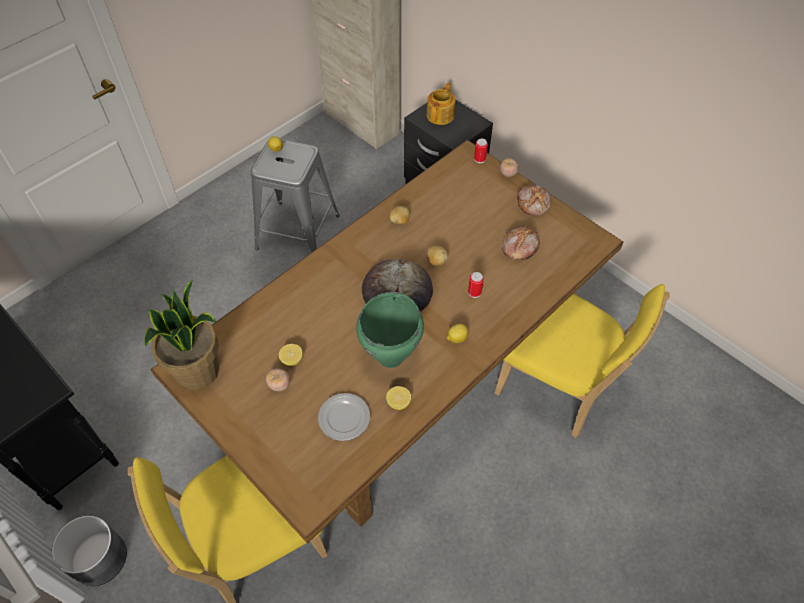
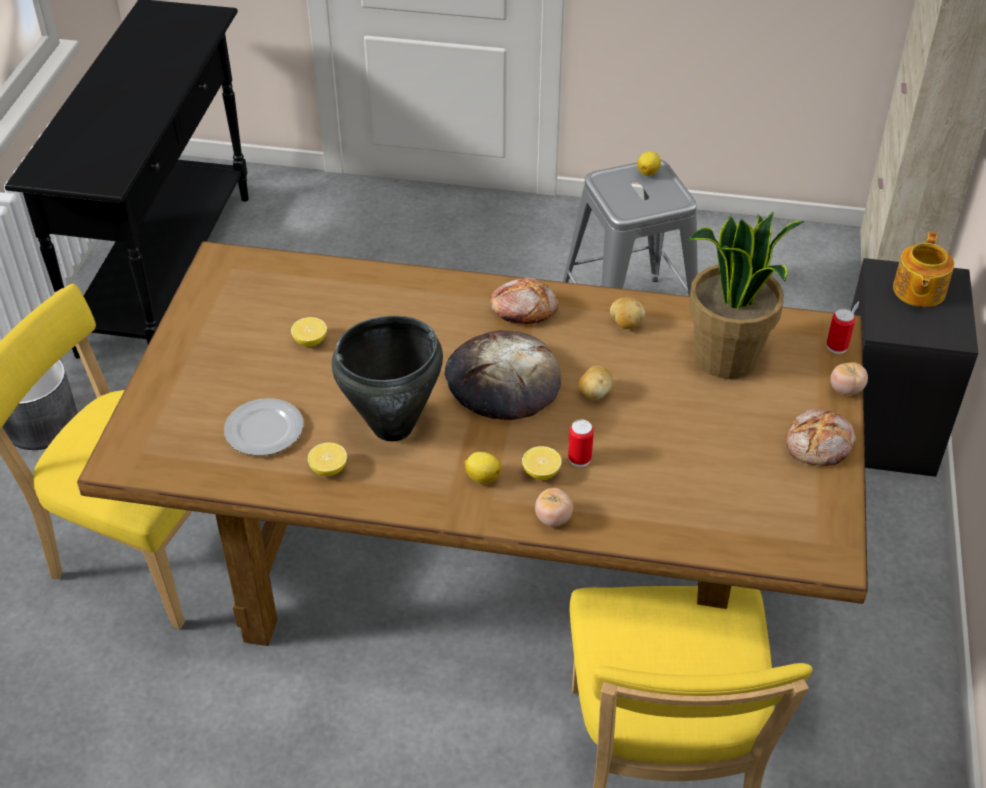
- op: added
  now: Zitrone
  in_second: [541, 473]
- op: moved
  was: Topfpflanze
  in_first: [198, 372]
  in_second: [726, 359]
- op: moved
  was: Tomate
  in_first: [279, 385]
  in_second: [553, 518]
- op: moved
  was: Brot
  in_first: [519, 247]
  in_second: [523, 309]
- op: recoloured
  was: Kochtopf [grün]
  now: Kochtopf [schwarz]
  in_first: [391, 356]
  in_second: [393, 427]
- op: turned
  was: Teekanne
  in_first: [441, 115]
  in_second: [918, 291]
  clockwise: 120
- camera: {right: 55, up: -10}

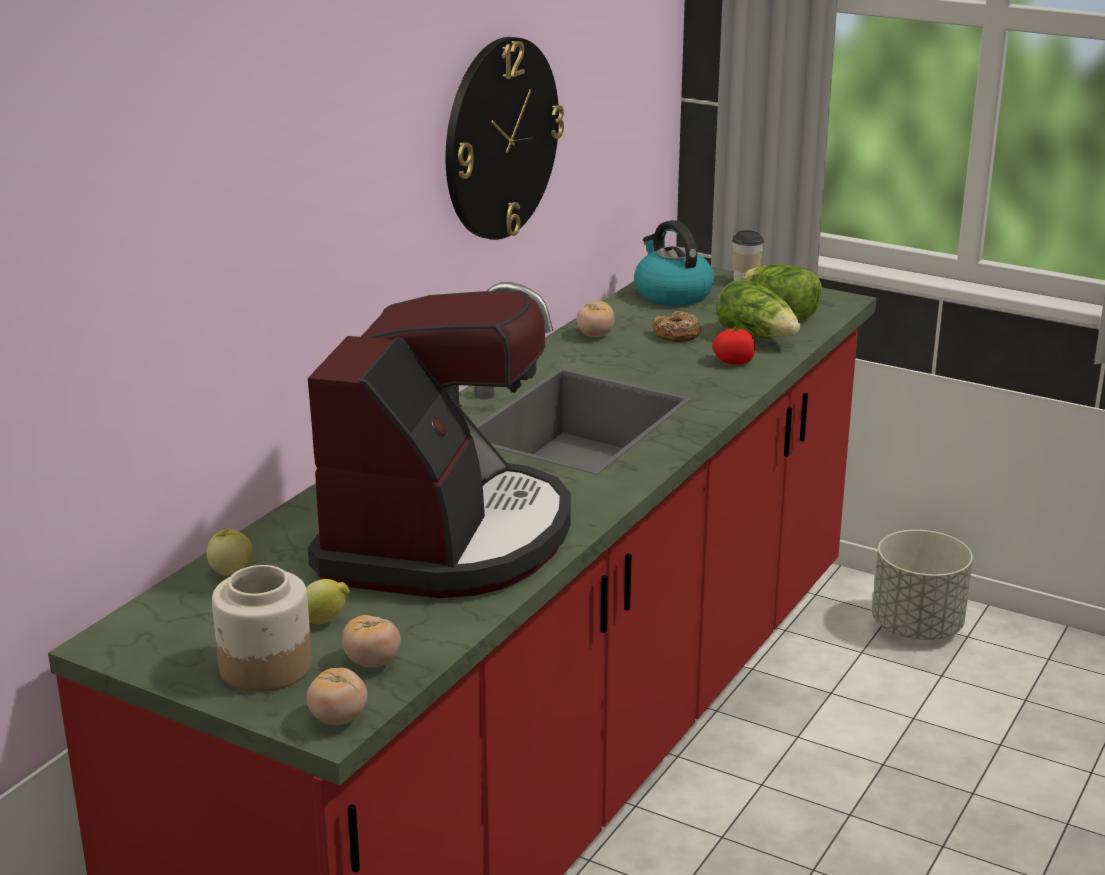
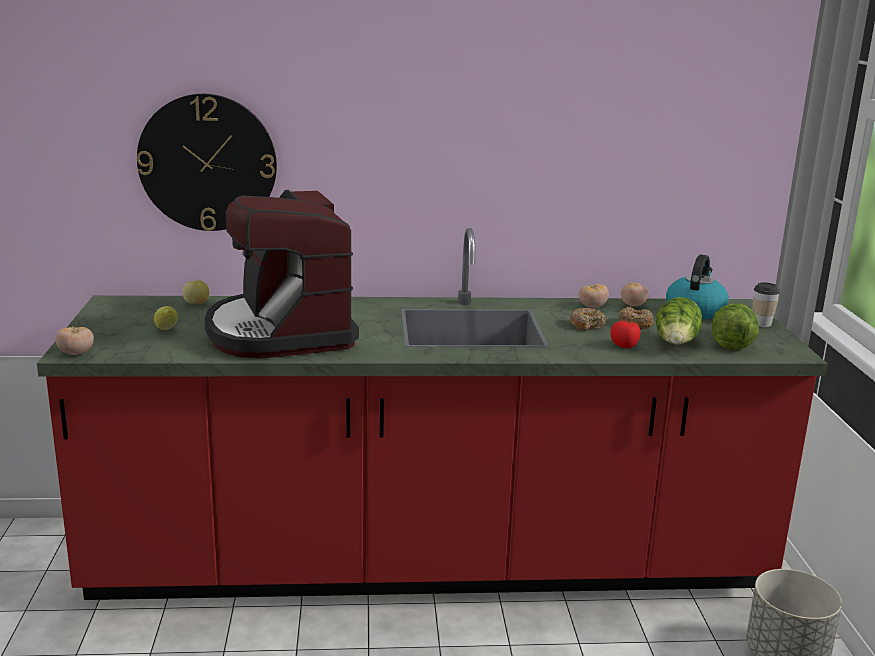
- op: removed
  was: Vorratsglas
  in_first: [265, 667]
- op: added
  now: Donut
  in_second: [587, 325]
- op: moved
  was: Tomate
  in_first: [372, 662]
  in_second: [633, 305]
- op: moved
  was: Wanduhr
  in_first: [500, 139]
  in_second: [207, 163]
- op: turned
  was: Kaffeemaschine
  in_first: [445, 538]
  in_second: [281, 332]
  clockwise: 90
- camera: {right: 55, up: -5}

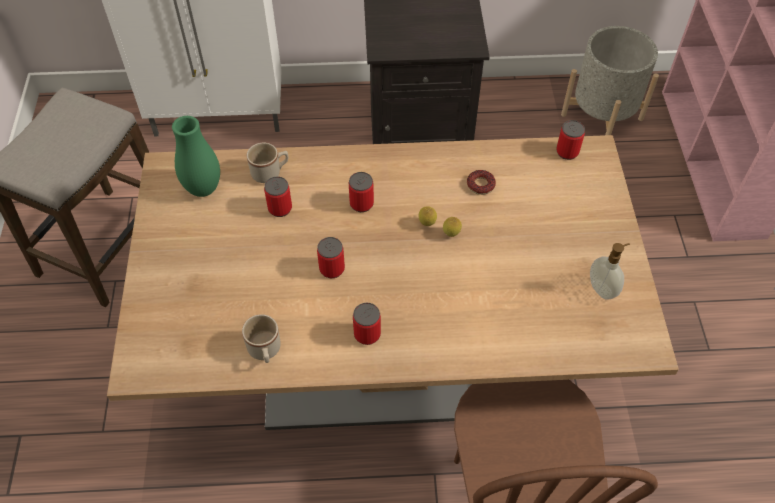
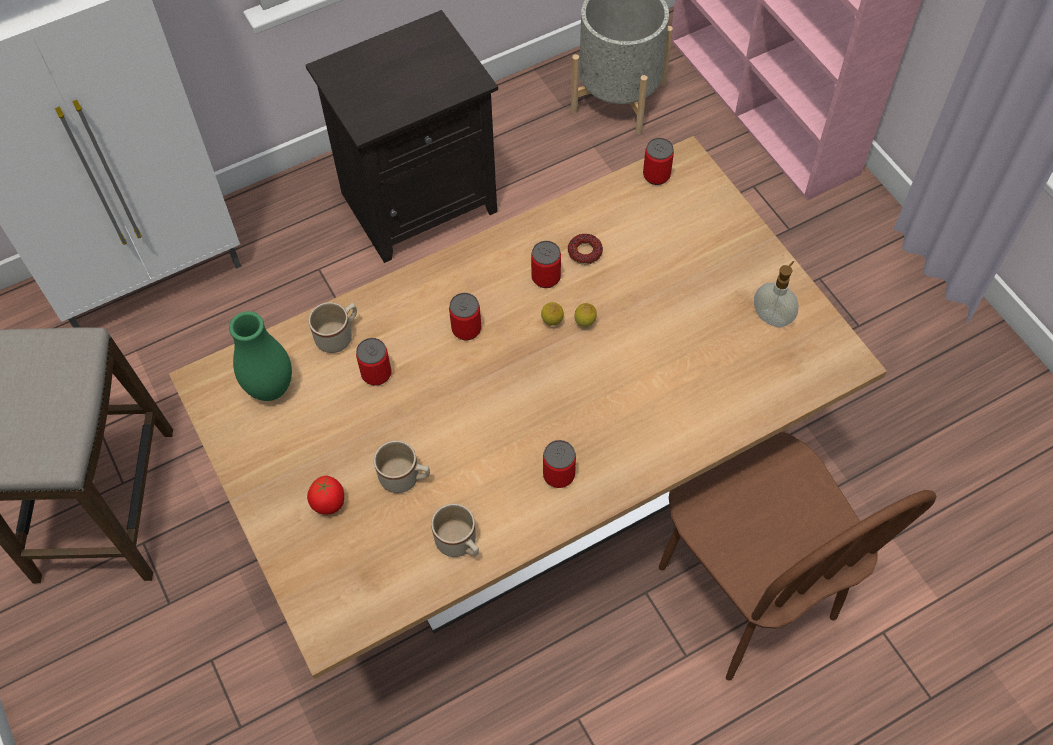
- op: added
  now: Tomate
  in_second: [329, 504]
- op: added
  now: Henkelbecher [beige]
  in_second: [405, 478]
- op: moved
  was: Dose
  in_first: [332, 269]
  in_second: [546, 277]
- camera: {right: -25, up: 5}

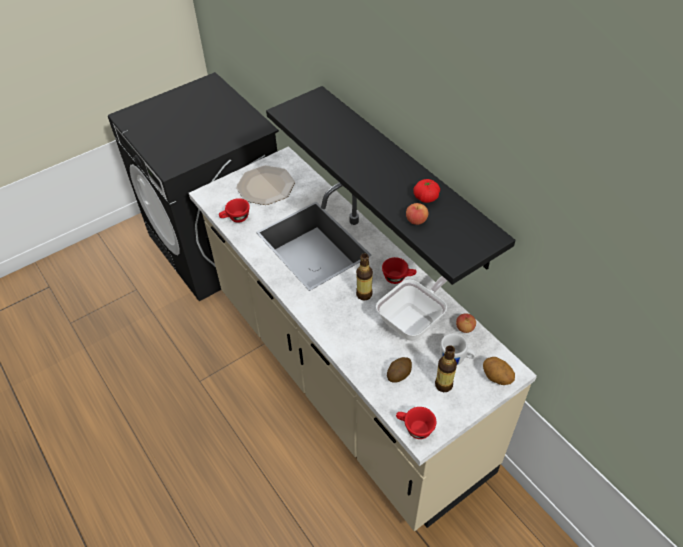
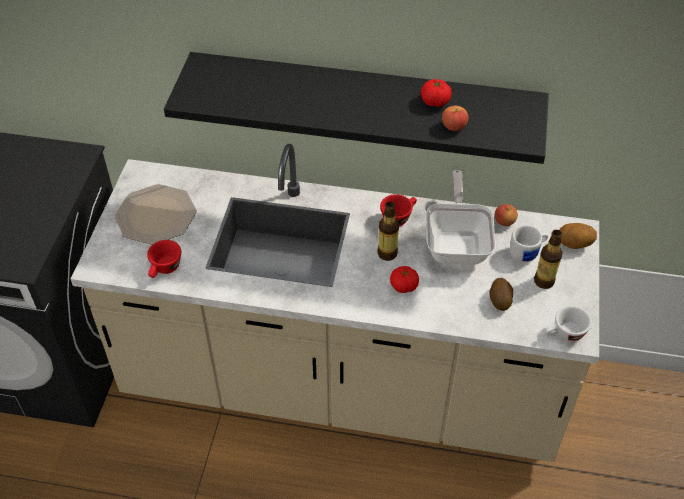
- op: added
  now: Tomate
  in_second: [404, 286]
- op: recoloured
  was: Tasse [rot]
  now: Tasse [weiß]
  in_first: [414, 428]
  in_second: [564, 334]
- camera: {right: -45, up: 0}

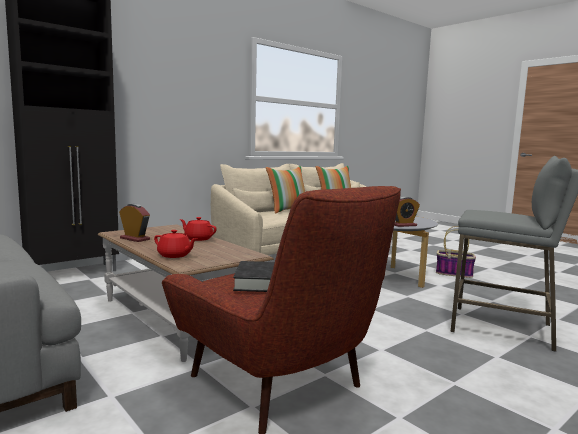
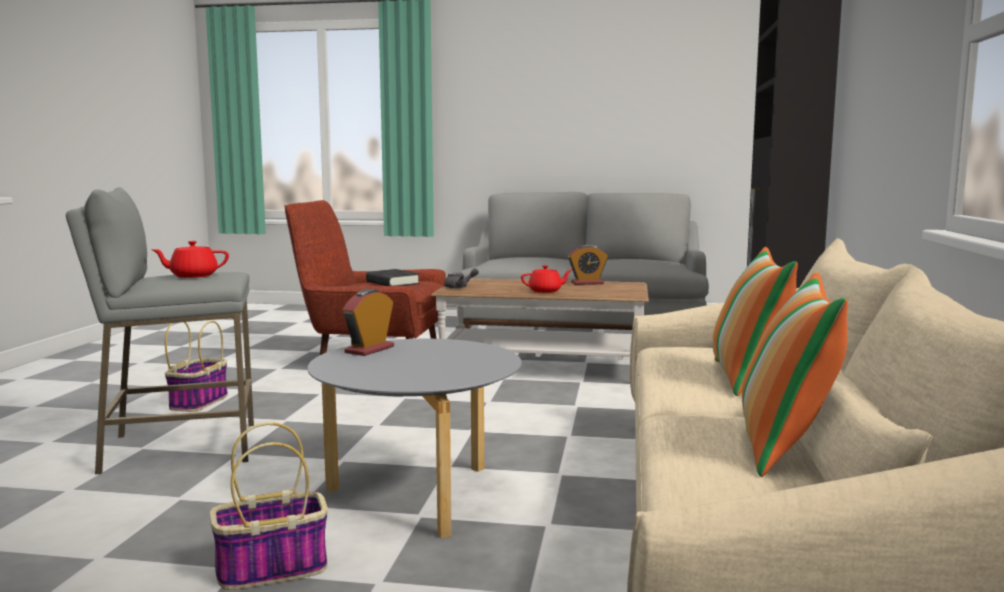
- op: added
  now: Korb
  in_second: [199, 402]
- op: added
  now: Teekanne [grau]
  in_second: [459, 287]
- op: moved
  was: Teekanne [rot]
  in_first: [175, 255]
  in_second: [193, 276]
- camera: {right: 140, up: 0}

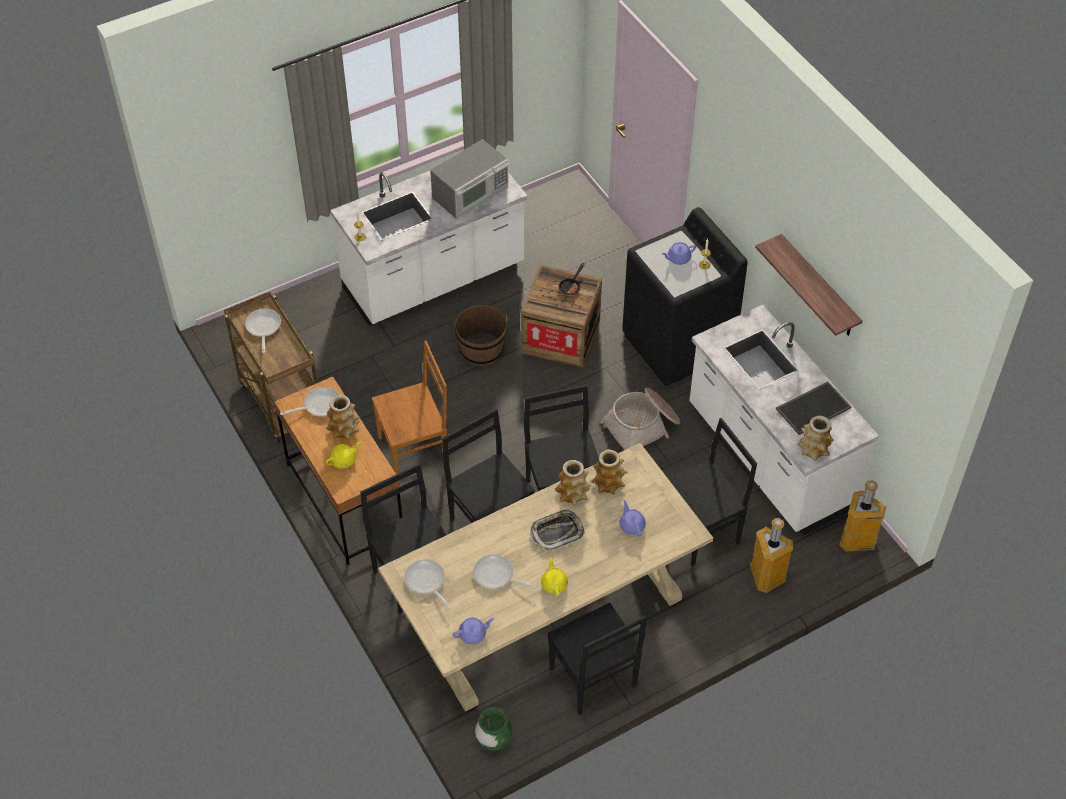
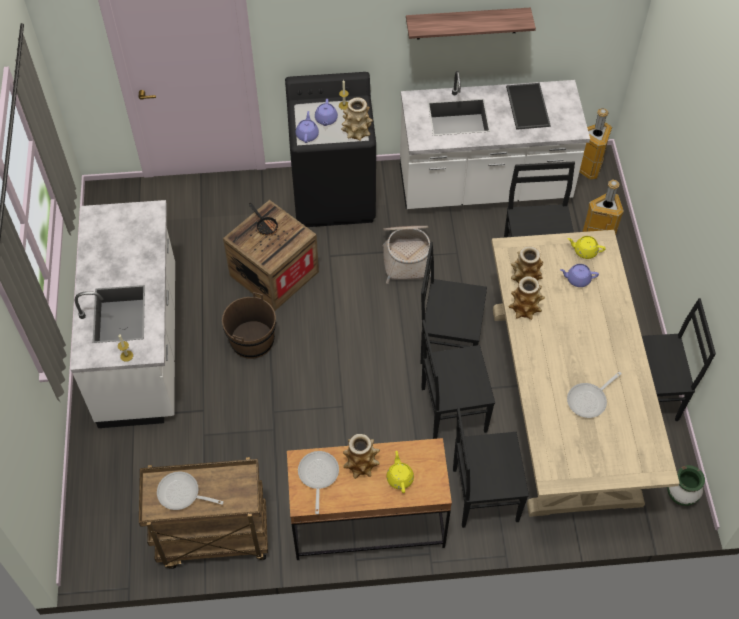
- op: removed
  was: Stuhl [braun]
  in_first: [415, 451]
- op: removed
  was: Pfanne
  in_first: [426, 582]
- op: removed
  was: Mikrowelle
  in_first: [471, 193]
- op: removed
  was: Tablett
  in_first: [557, 532]
- op: moved
  was: Teekanne [lila]
  in_first: [473, 634]
  in_second: [307, 134]
- op: moved
  was: Teekanne [gelb]
  in_first: [554, 583]
  in_second: [584, 251]
- op: moved
  was: Vase
  in_first: [813, 449]
  in_second: [356, 132]
- camera: {right: -65, up: 5}

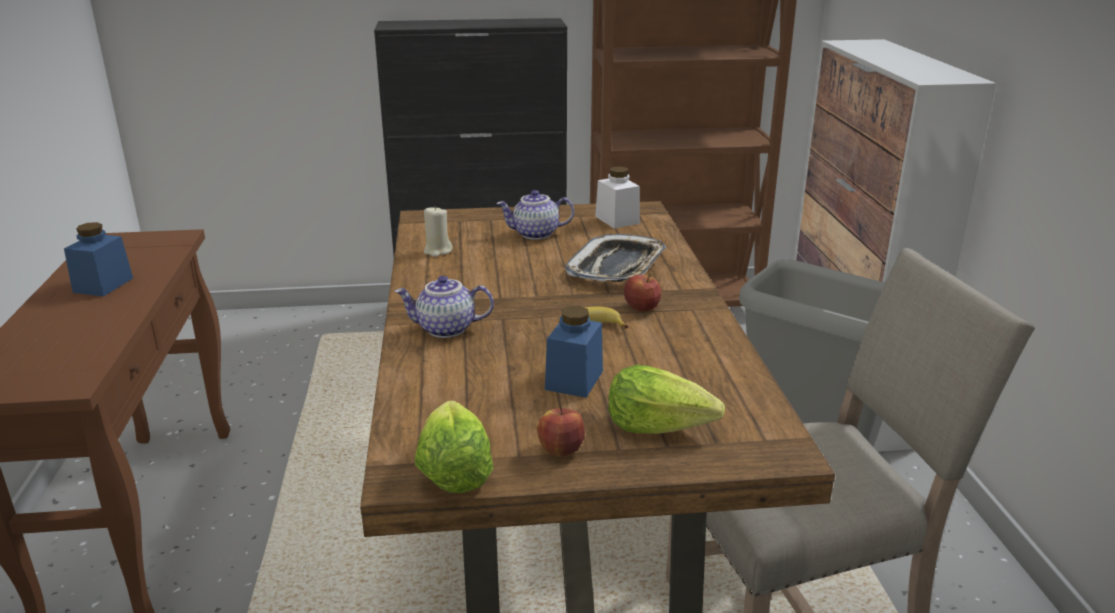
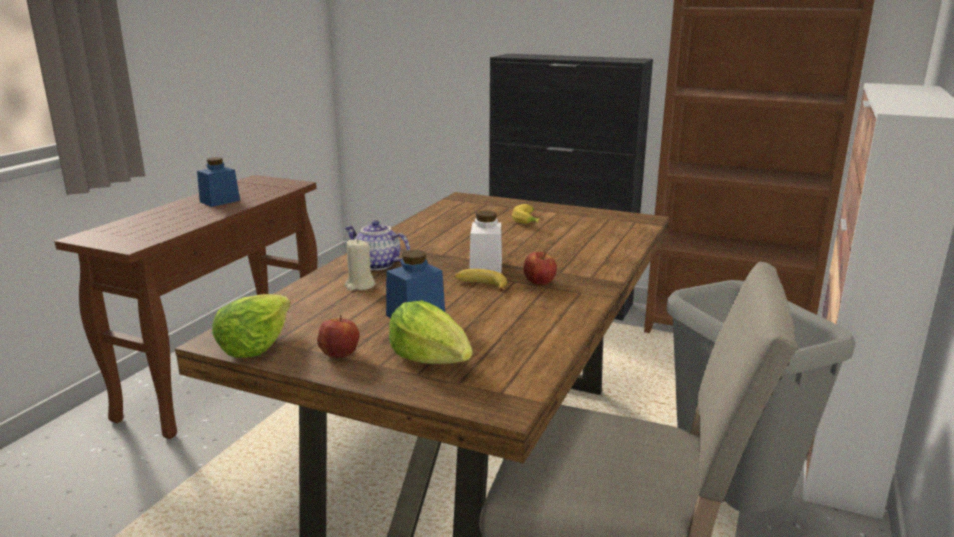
- op: removed
  was: Tablett
  in_first: [617, 267]
- op: moved
  was: Kerze [beige]
  in_first: [437, 251]
  in_second: [360, 285]
- op: moved
  was: Vorratsglas [weiß]
  in_first: [617, 220]
  in_second: [485, 267]
- op: replaced
  was: Teekanne
  now: Banane
  in_first: [535, 234]
  in_second: [529, 221]
- camera: {right: 30, up: -5}

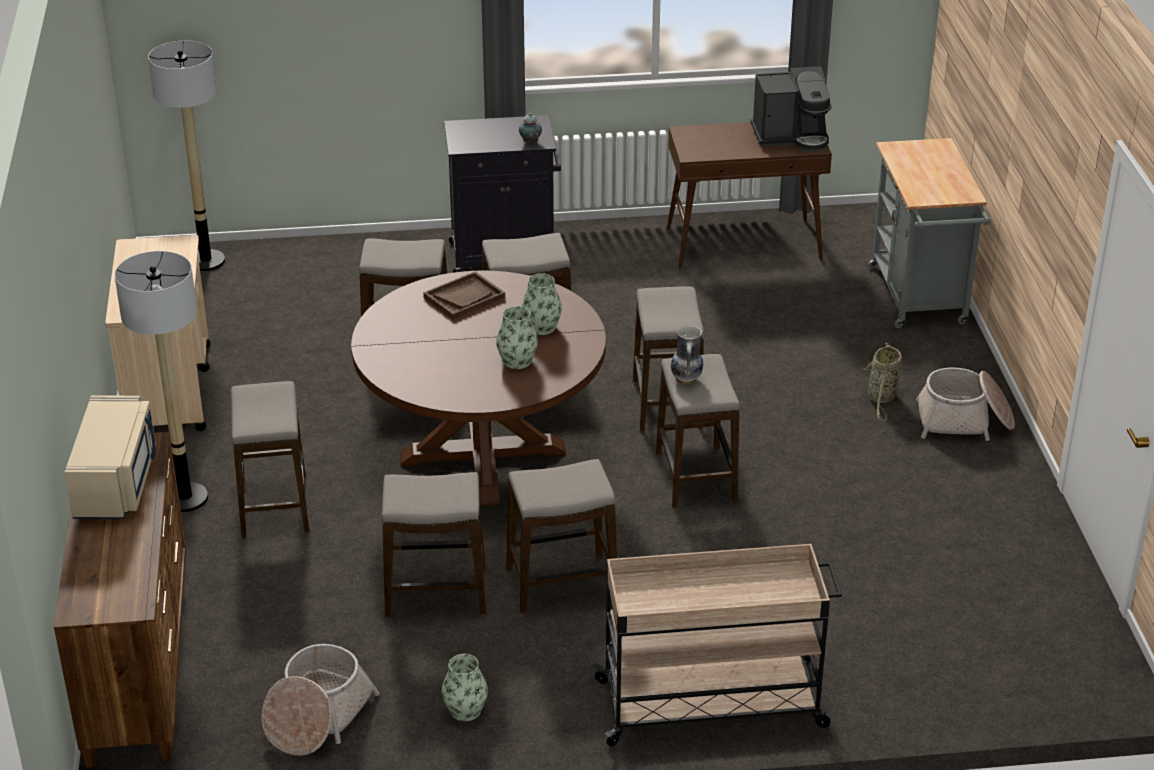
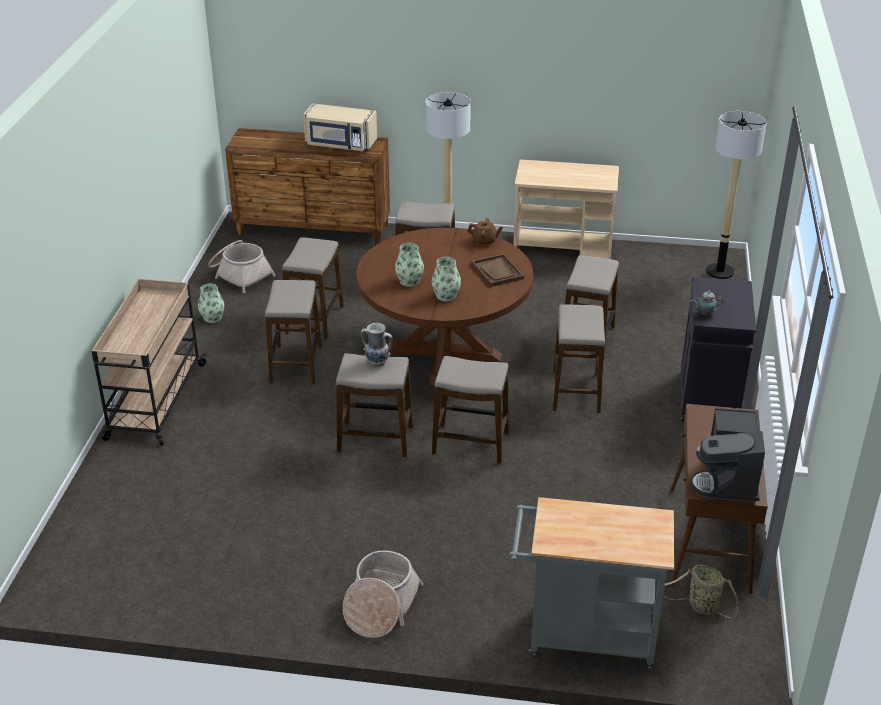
- op: added
  now: Teekanne [braun]
  in_second: [484, 241]
- op: moved
  was: Korb
  in_first: [881, 398]
  in_second: [700, 606]
- camera: {right: 105, up: 0}

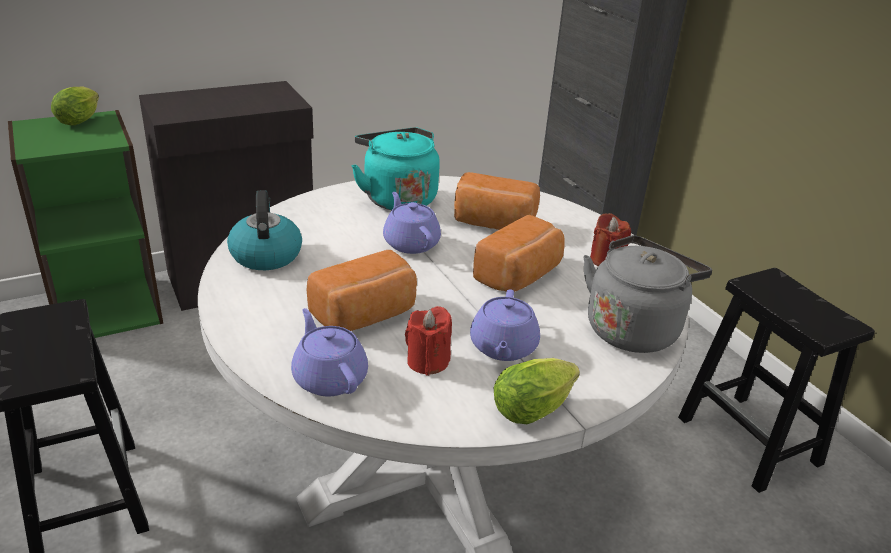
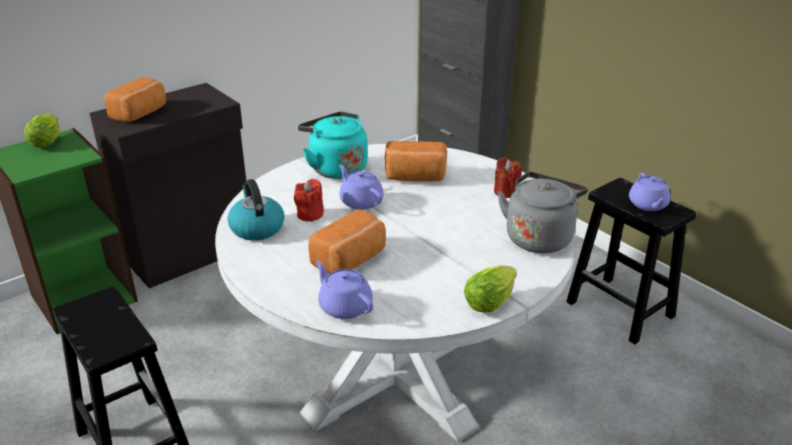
- op: moved
  was: Kerze [rot]
  in_first: [428, 361]
  in_second: [310, 215]
- op: moved
  was: Teekanne [lila]
  in_first: [503, 347]
  in_second: [648, 205]
- op: moved
  was: Brot
  in_first: [520, 276]
  in_second: [141, 113]
- camera: {right: -10, up: 0}

